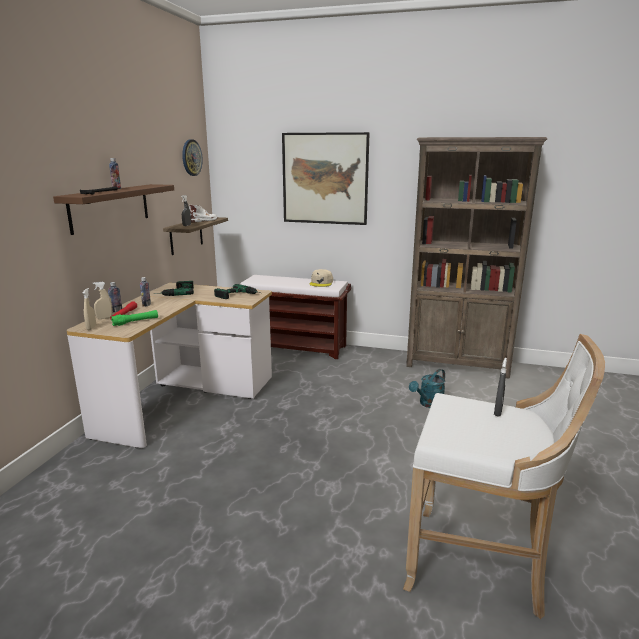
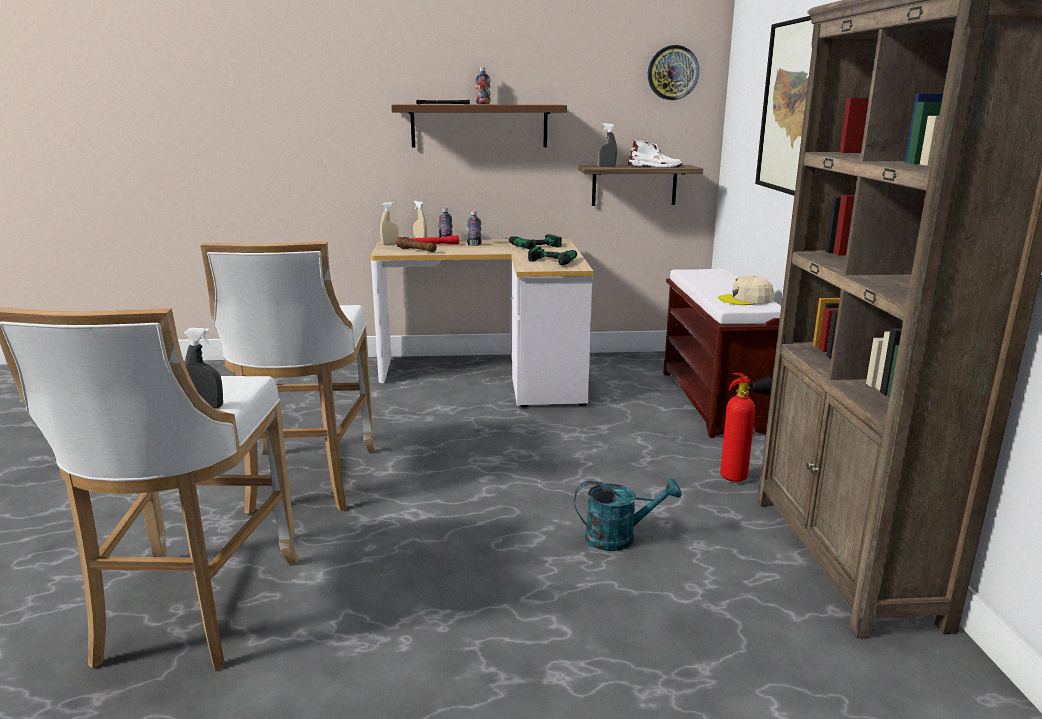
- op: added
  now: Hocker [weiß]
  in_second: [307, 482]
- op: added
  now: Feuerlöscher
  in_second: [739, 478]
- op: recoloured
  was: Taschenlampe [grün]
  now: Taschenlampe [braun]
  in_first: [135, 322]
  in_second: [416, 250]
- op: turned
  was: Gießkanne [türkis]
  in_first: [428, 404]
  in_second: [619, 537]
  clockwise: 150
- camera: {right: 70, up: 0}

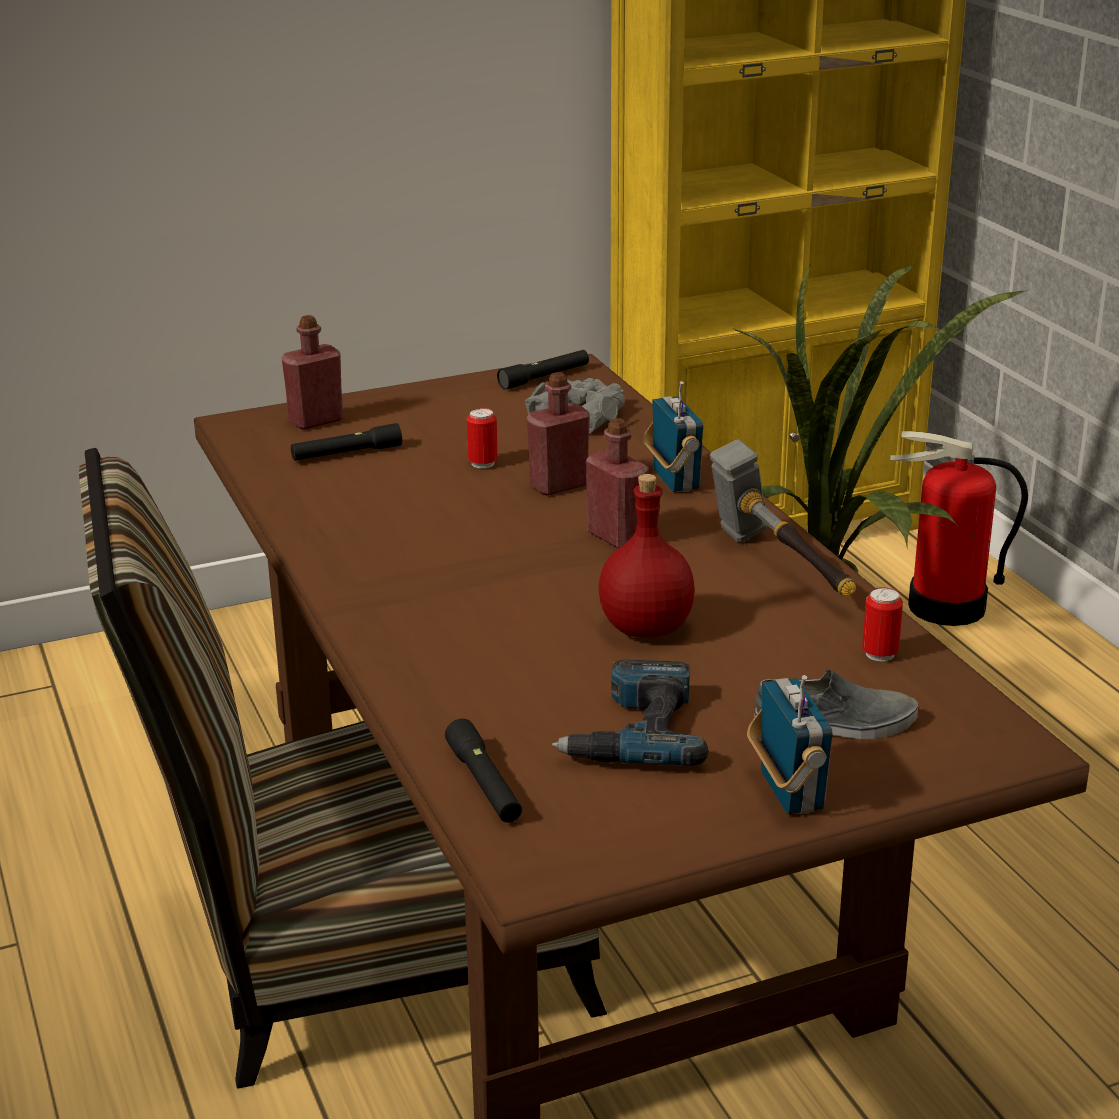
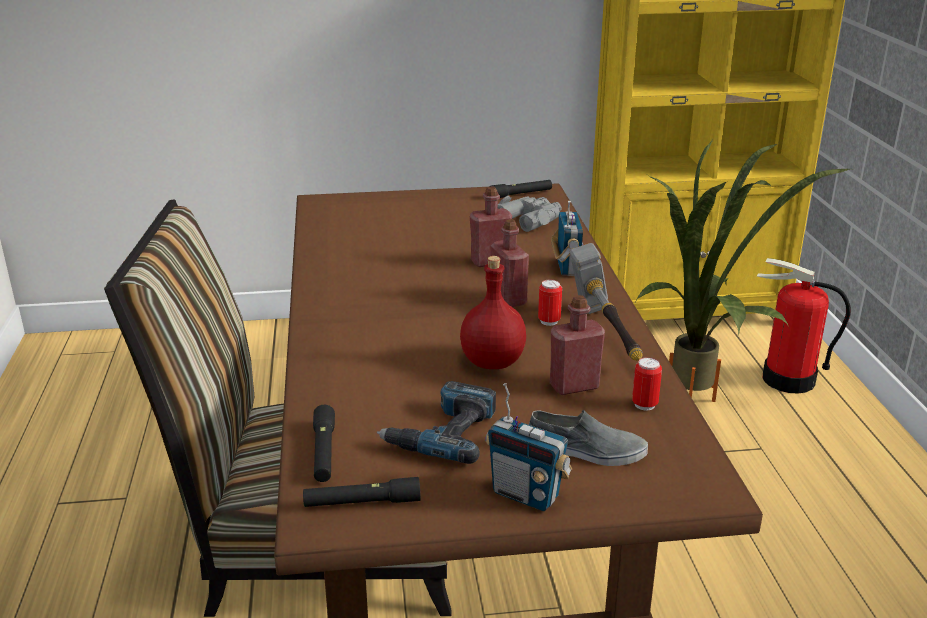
- op: moved
  was: Flasche [rot]
  in_first: [316, 421]
  in_second: [574, 386]
- op: moved
  was: Taschenlampe [schwarz]
  in_first: [346, 453]
  in_second: [362, 502]
- op: moved
  was: Dose
  in_first: [483, 463]
  in_second: [549, 321]
- op: turned
  was: Radio
  in_first: [789, 792]
  in_second: [526, 494]
  clockwise: 120
- camera: {right: 15, up: 0}

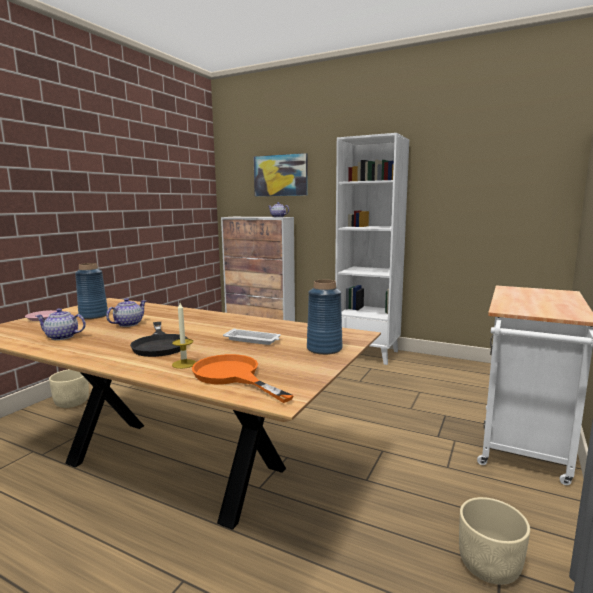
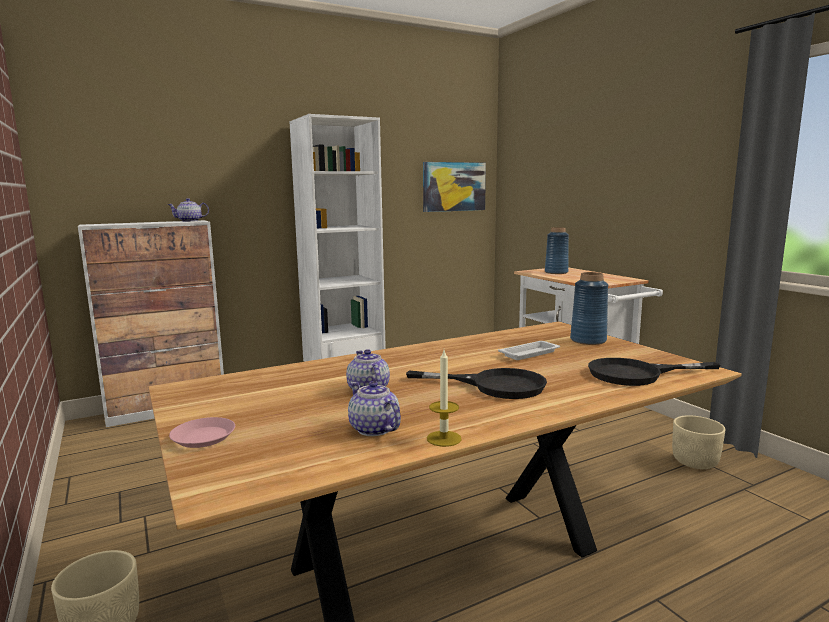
- op: moved
  was: Vase [blau]
  in_first: [94, 316]
  in_second: [556, 272]
- op: moved
  was: Kerze
  in_first: [184, 364]
  in_second: [444, 438]
- op: moved
  was: Bild
  in_first: [280, 175]
  in_second: [454, 186]
- op: recoloured
  was: Pfanne [orange]
  now: Pfanne [schwarz]
  in_first: [232, 376]
  in_second: [636, 374]
- op: turned
  was: Teekanne
  in_first: [62, 337]
  in_second: [374, 429]
  clockwise: 105
- camera: {right: -55, up: 0}

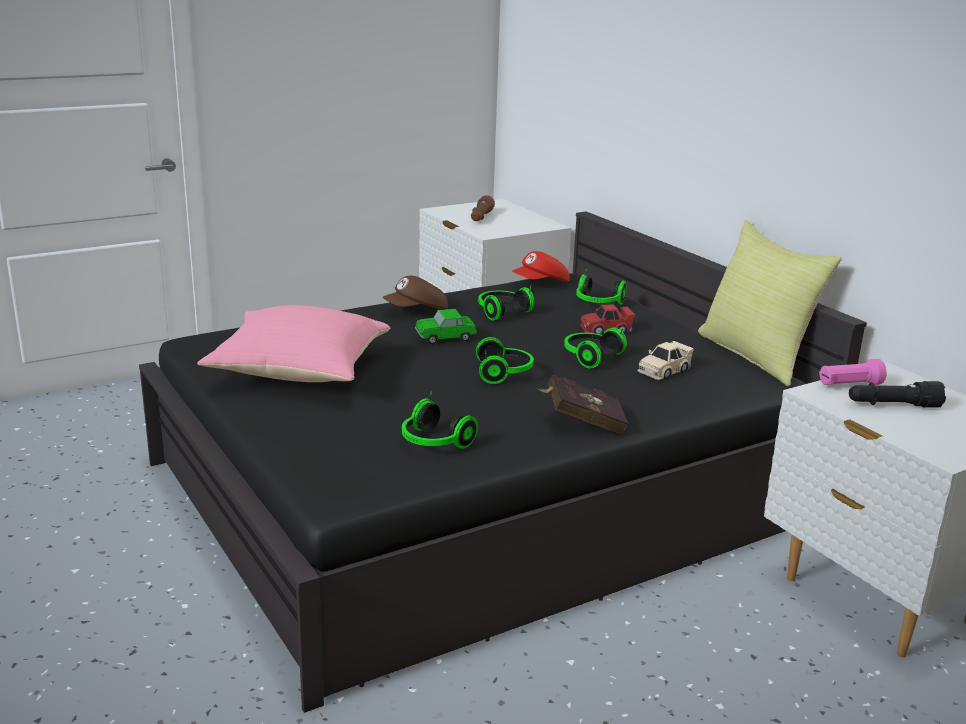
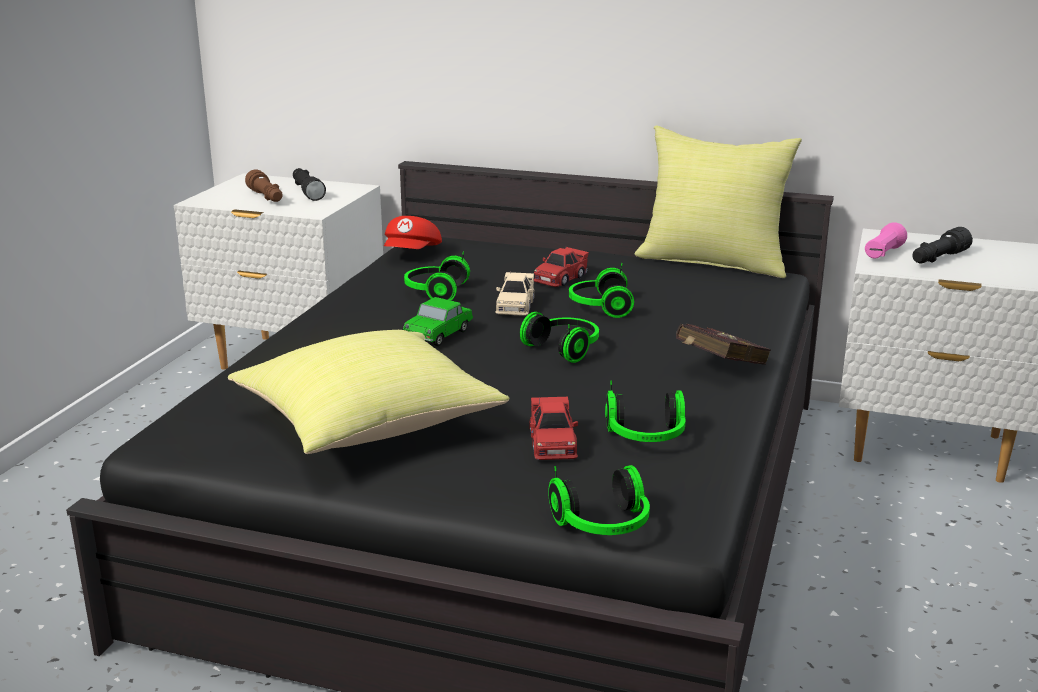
- op: removed
  was: Kappe [braun]
  in_first: [416, 311]
- op: added
  now: Taschenlampe [schwarz]
  in_second: [307, 192]
- op: added
  now: Spielzeugauto [rot]
  in_second: [552, 443]
- op: moved
  was: Kopfhörer
  in_first: [598, 304]
  in_second: [603, 526]
- op: moved
  was: Spielzeugauto [beige]
  in_first: [664, 371]
  in_second: [515, 306]
- op: recoloured
  was: Kissen [rosa]
  now: Kissen [gelb]
  in_first: [297, 374]
  in_second: [368, 429]
- camera: {right: -40, up: 0}

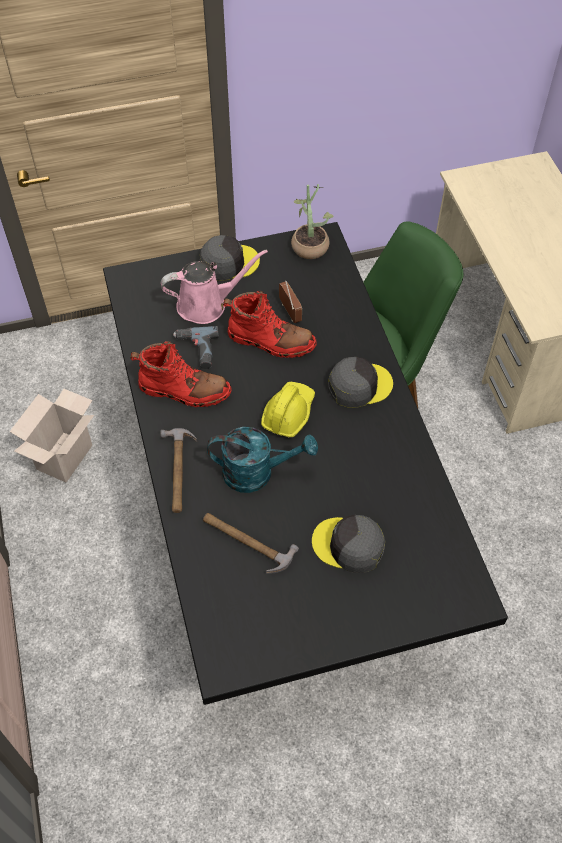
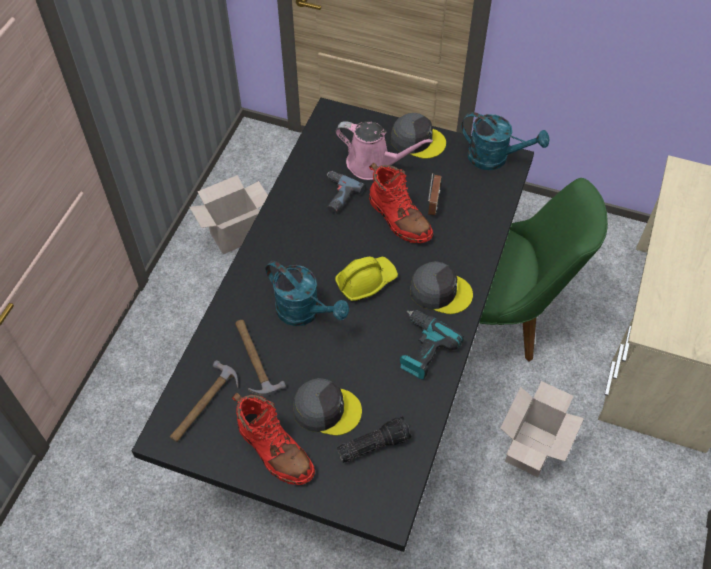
- op: added
  now: Taschenlampe
  in_second: [373, 443]
- op: added
  now: Bohrmaschine
  in_second: [422, 348]
- op: added
  now: Karton
  in_second: [531, 451]
- op: moved
  was: Stiefel [rot]
  in_first: [184, 391]
  in_second: [274, 450]
- op: moved
  was: Hammer
  in_first: [178, 471]
  in_second: [203, 405]
- op: replaced
  was: Topfpflanze
  now: Gießkanne [türkis]
  in_first: [309, 244]
  in_second: [495, 158]
- op: turned
  was: Kappe [grau]
  in_first: [349, 545]
  in_second: [326, 409]
  clockwise: 135
- camera: {right: 35, up: 0}

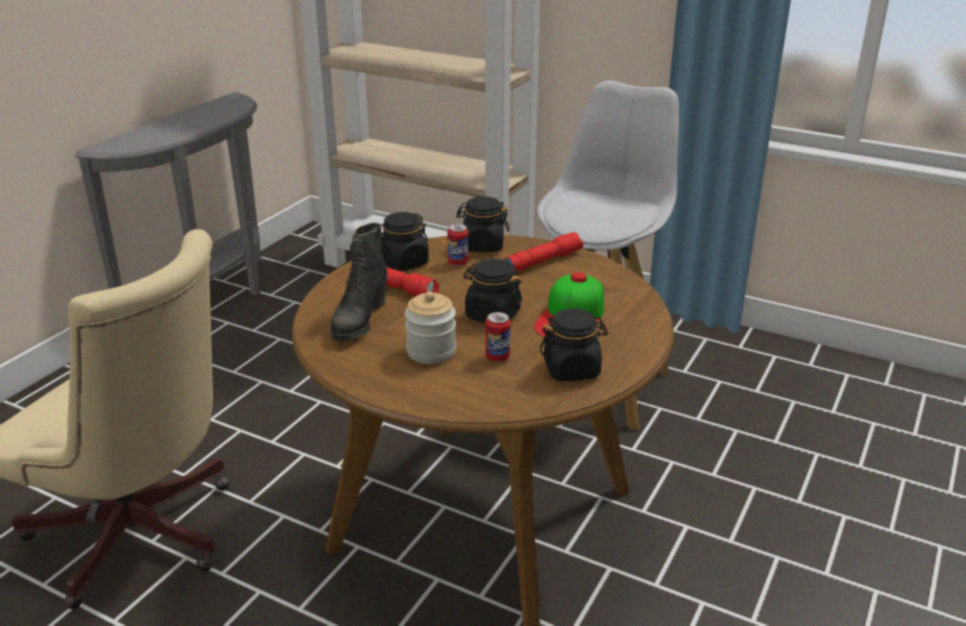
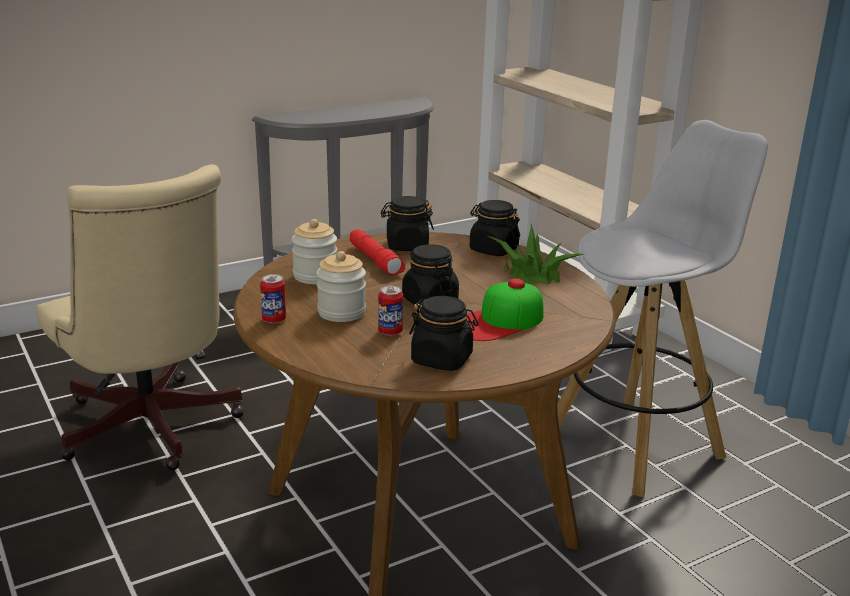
- op: moved
  was: Dose
  in_first: [458, 262]
  in_second: [274, 320]
- op: replaced
  was: Stiefel [schwarz]
  now: Vorratsglas
  in_first: [359, 321]
  in_second: [315, 276]
- op: replaced
  was: Taschenlampe [rot]
  now: Topfpflanze
  in_first: [543, 261]
  in_second: [532, 274]
- camera: {right: 30, up: -5}

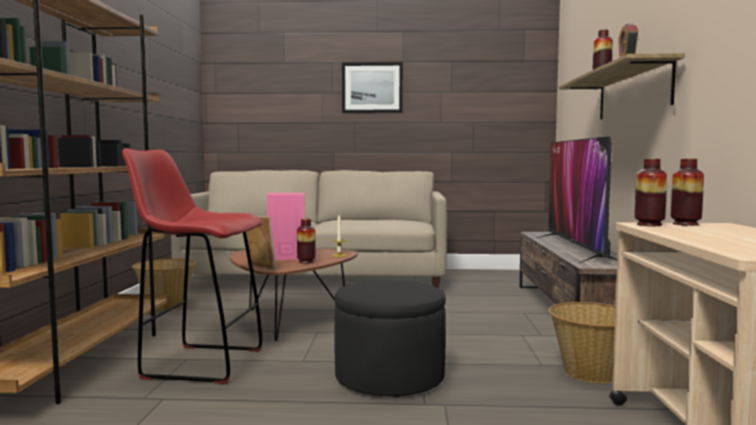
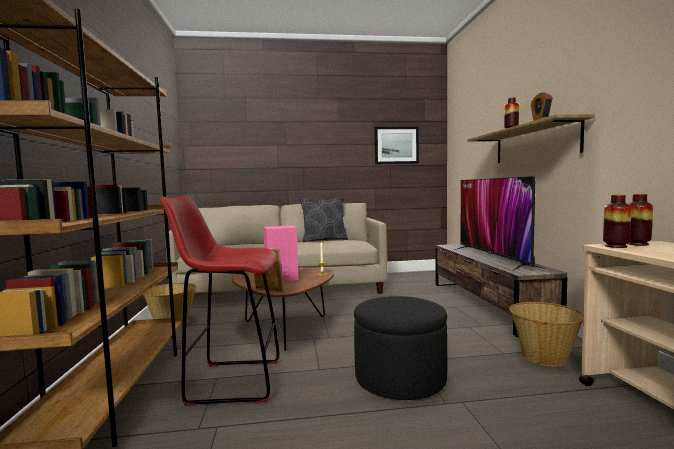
- op: removed
  was: Vase
  in_first: [306, 262]
- op: added
  now: Kissen [grau]
  in_second: [324, 240]
- op: moved
  was: Bild
  in_first: [372, 88]
  in_second: [396, 145]
- camera: {right: -10, up: 0}

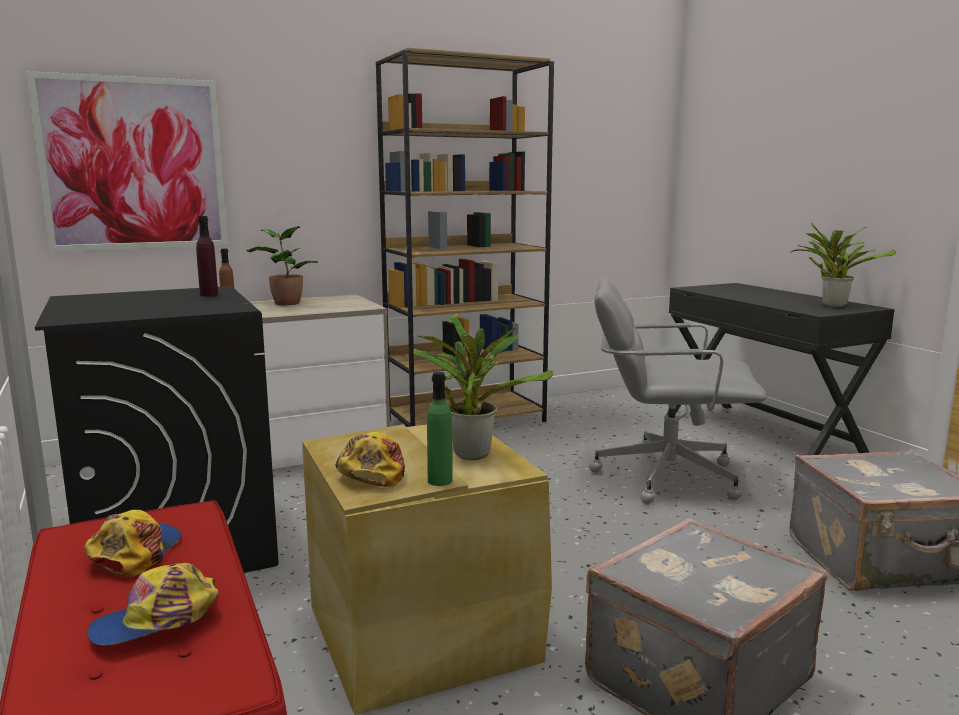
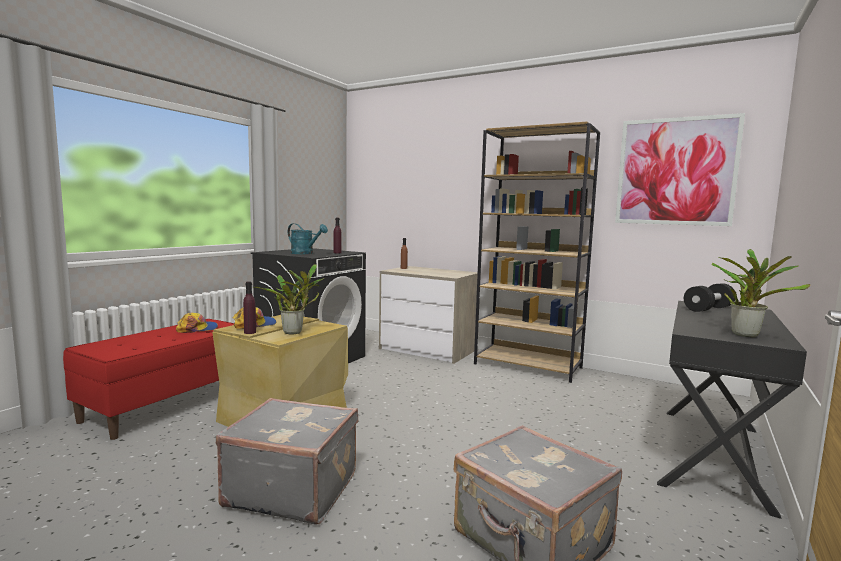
- op: removed
  was: Kappe
  in_first: [157, 621]
- op: removed
  was: Topfpflanze
  in_first: [285, 303]
- op: removed
  was: Bürostuhl [grau]
  in_first: [665, 476]
- op: added
  now: Gießkanne [türkis]
  in_second: [305, 253]
- op: added
  now: Hantel [schwarz]
  in_second: [708, 309]
- op: moved
  was: Bild
  in_first: [134, 164]
  in_second: [675, 171]
- op: recoloured
  was: Flasche [grün]
  now: Flasche [lila]
  in_first: [440, 481]
  in_second: [250, 332]
- camera: {right: 55, up: -5}

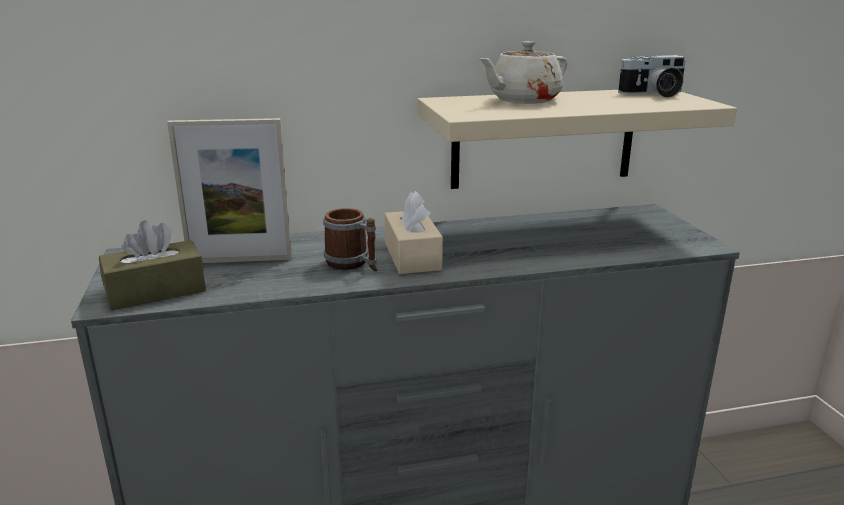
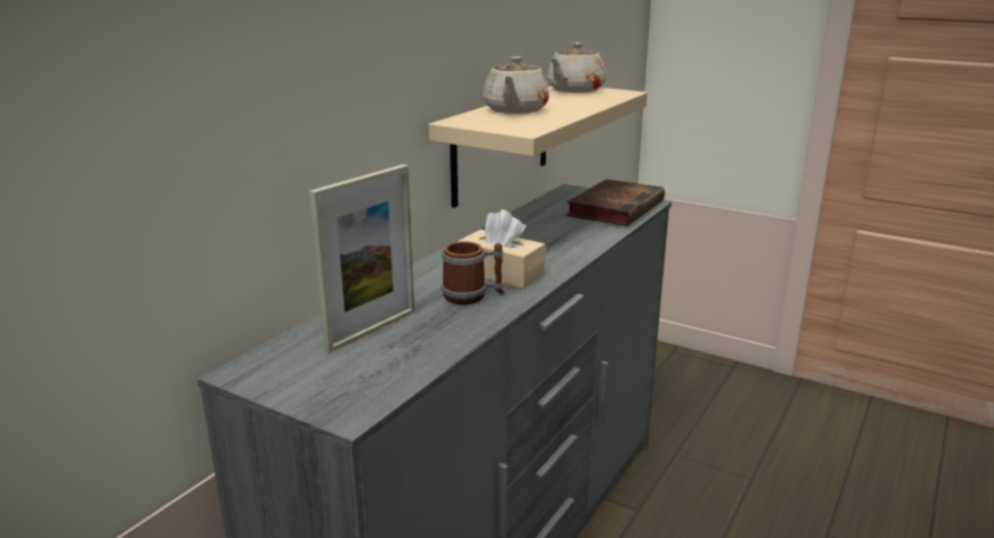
- op: removed
  was: Taschentuchbox [braun]
  in_first: [155, 291]
- op: added
  now: Buch
  in_second: [616, 208]
- op: replaced
  was: Kamera
  now: Teekanne [beige]
  in_first: [653, 94]
  in_second: [574, 90]
- camera: {right: -45, up: 0}

